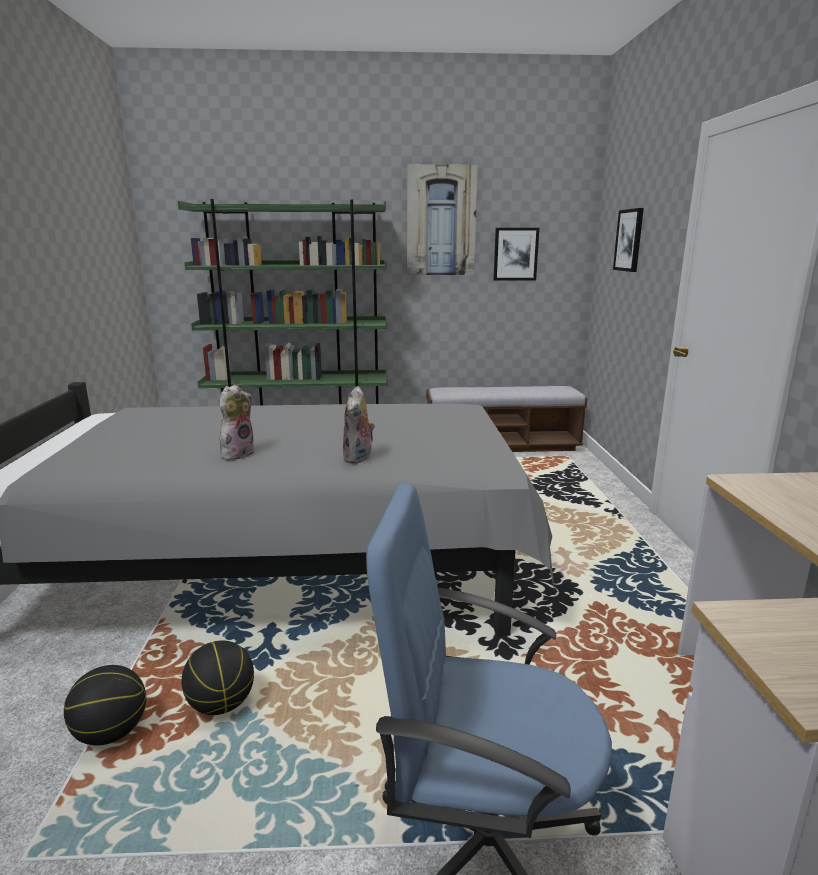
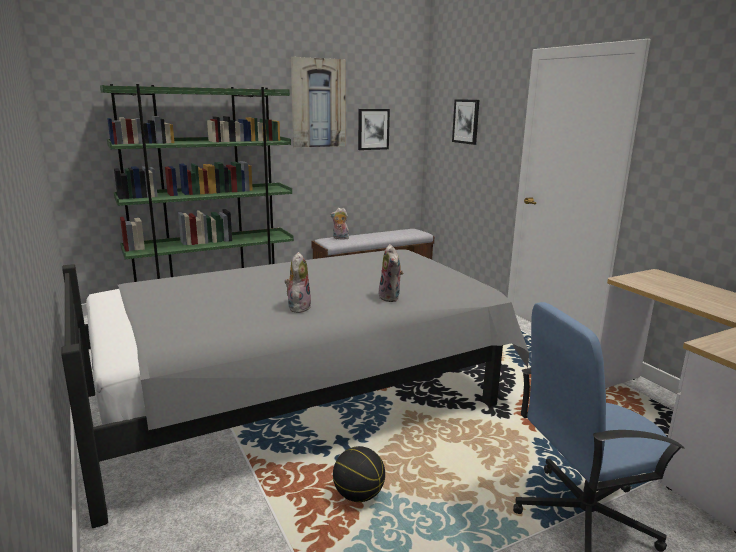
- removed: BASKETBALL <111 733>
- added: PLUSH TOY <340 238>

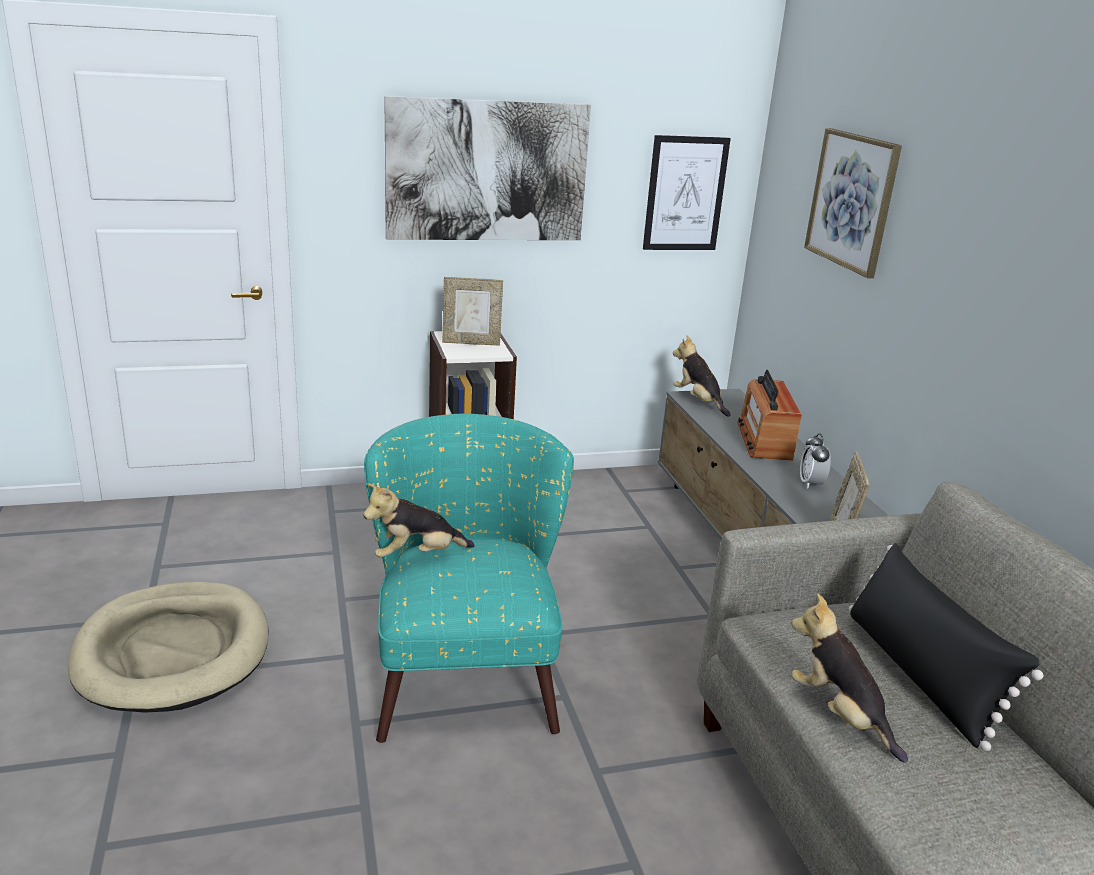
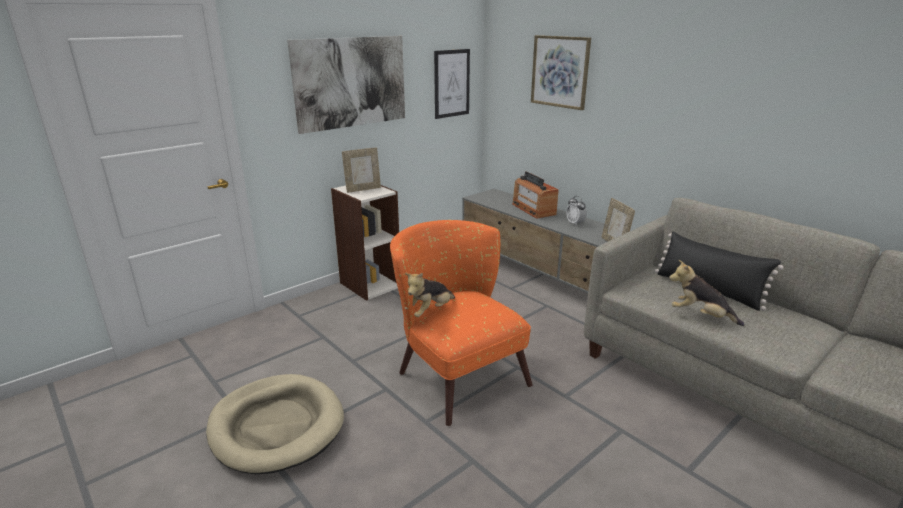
- removed: PLUSH TOY <698 401>
- recoloured: TURQUOISE ARMCHAIR <464 669> to ORANGE ARMCHAIR <456 372>

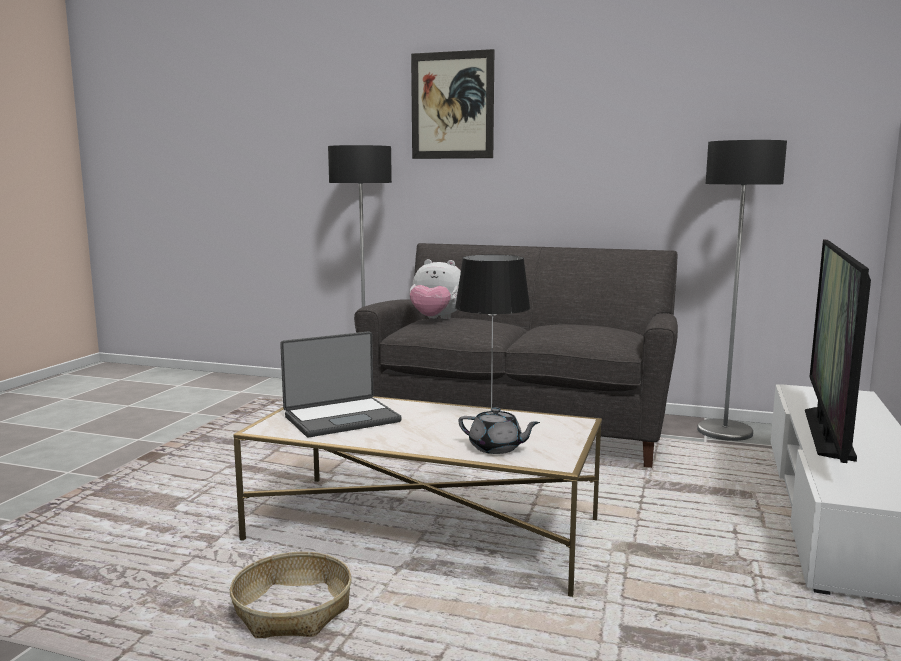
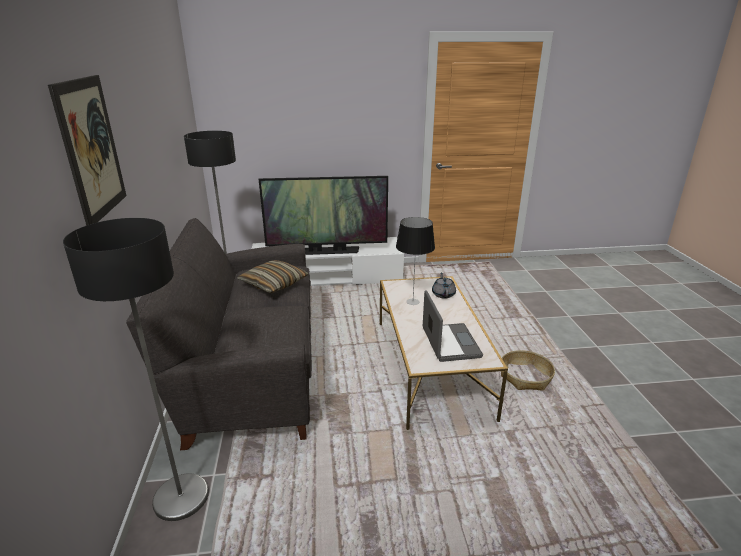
- removed: PLUSH TOY <436 319>
- added: PILLOW <274 283>
- turned: LAPTOP <341 418> = <449 343> 45 degrees clockwise

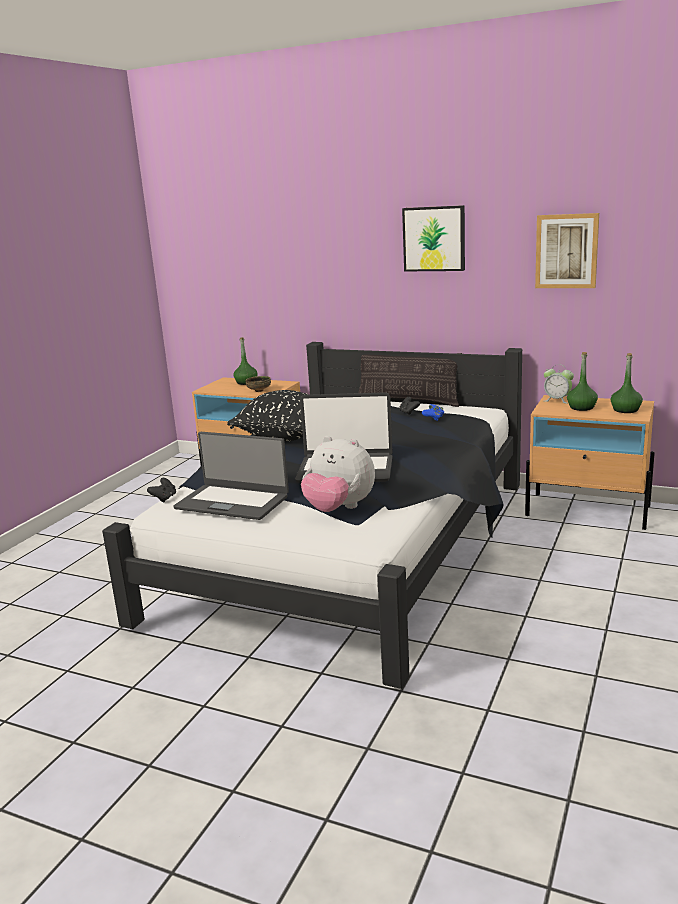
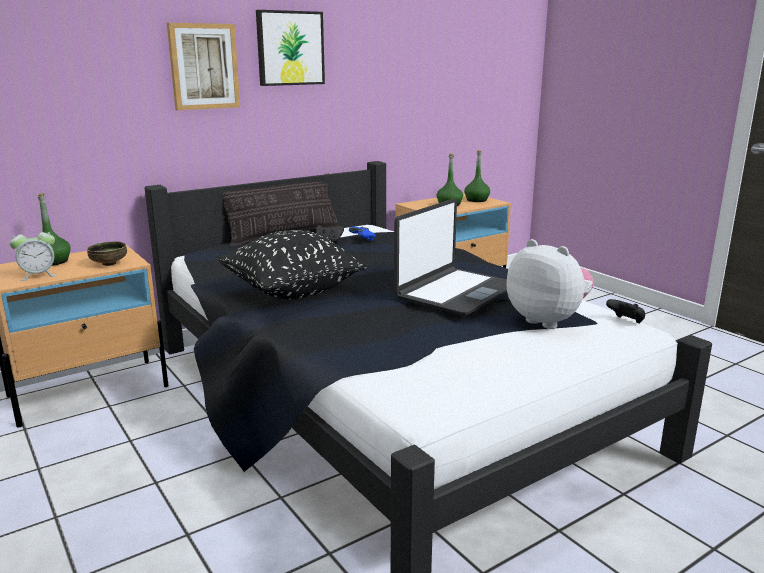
- removed: LAPTOP <233 502>
- moved: BLACK GAME CONTROLLER <164 498> to <626 321>
- moved: PICTURE <566 251> to <204 66>
- moved: ALARM CLOCK <557 400> to <38 275>
- turned: PLUSH TOY <339 509> = <547 320> 105 degrees counterclockwise

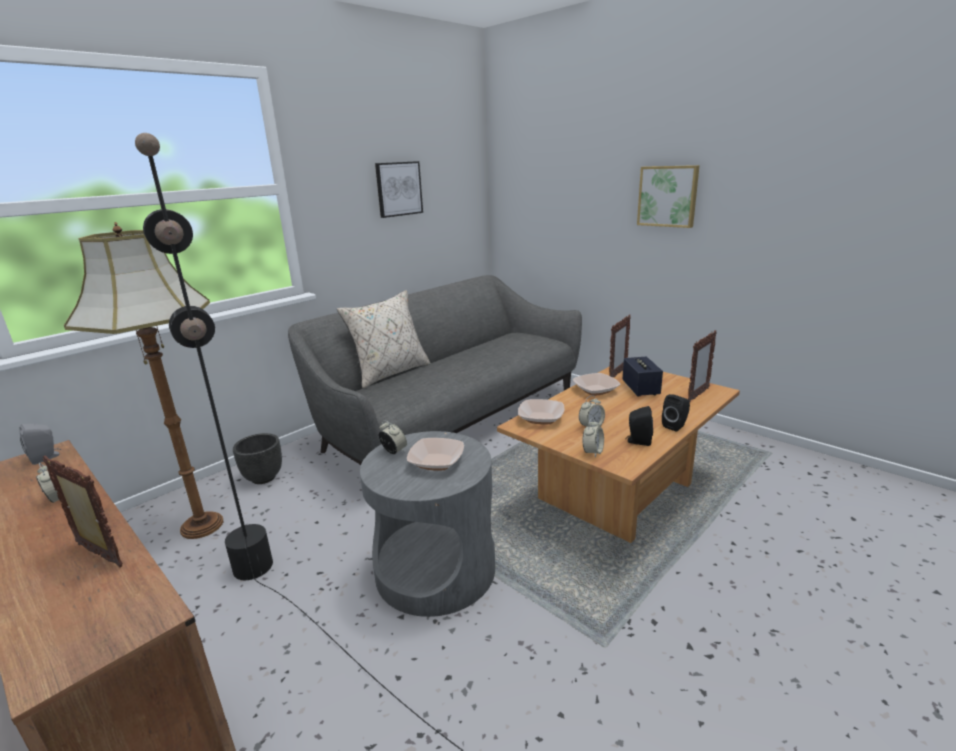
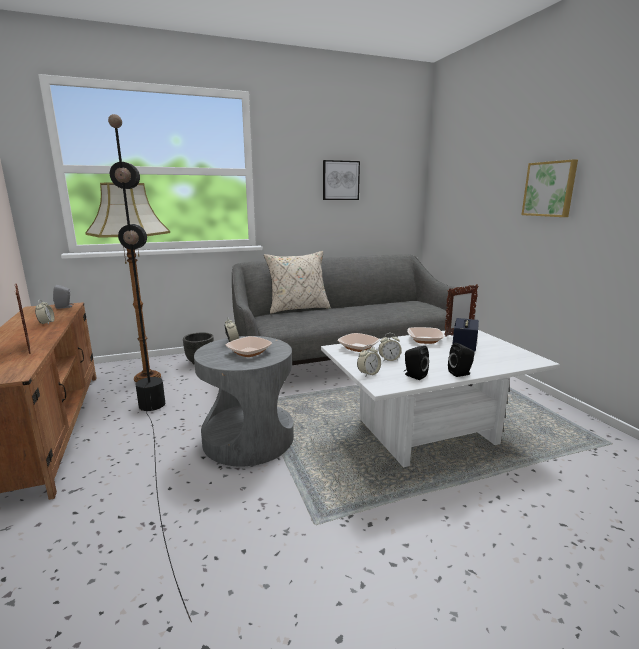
- removed: PICTURE FRAME <697 395>
- recoloured: BROWN COFFEE TABLE <618 494> to WHITE COFFEE TABLE <426 433>

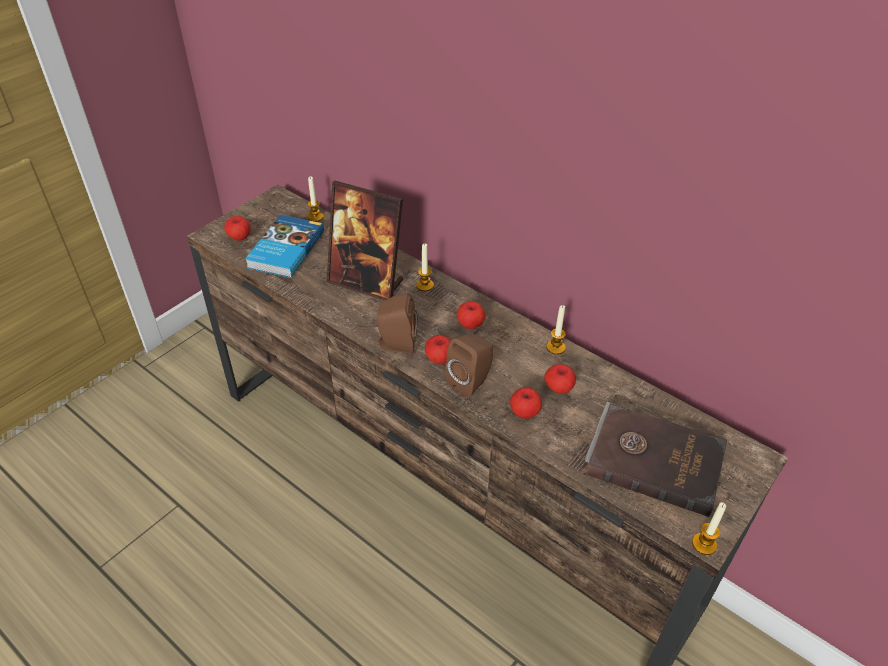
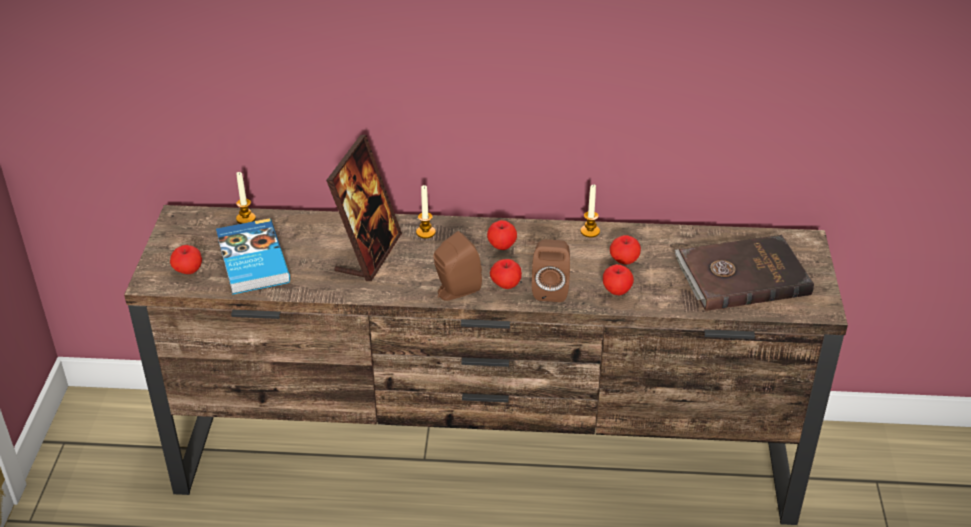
- removed: CANDLE <704 544>
- turned: PICTURE FRAME <366 282> = <368 254> 60 degrees counterclockwise

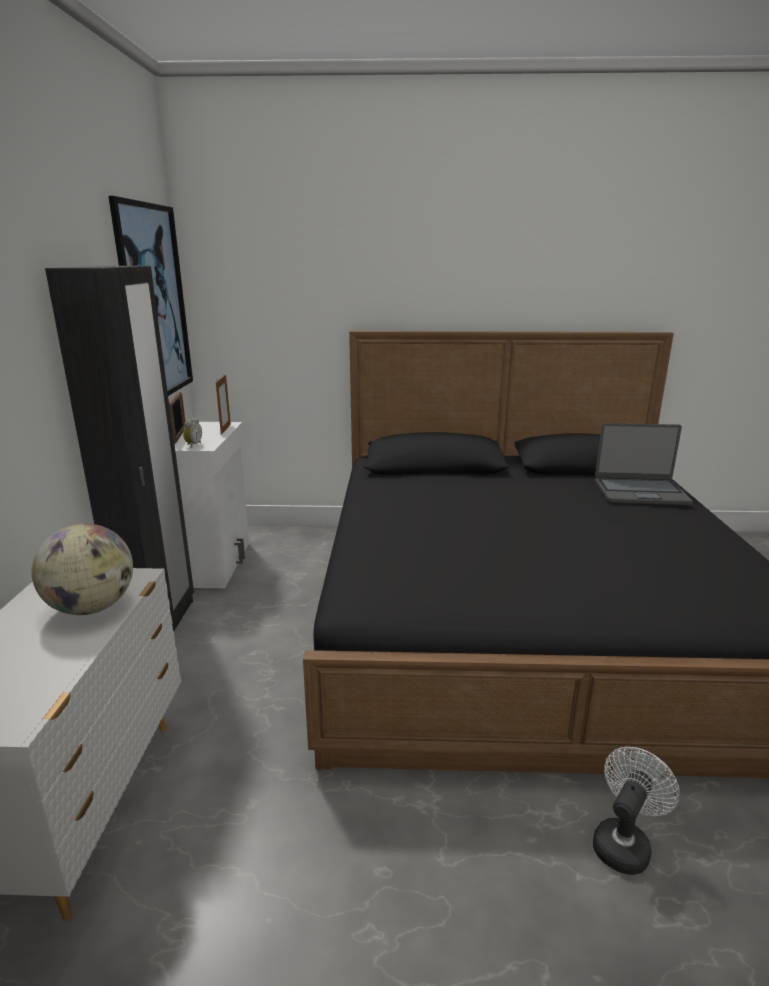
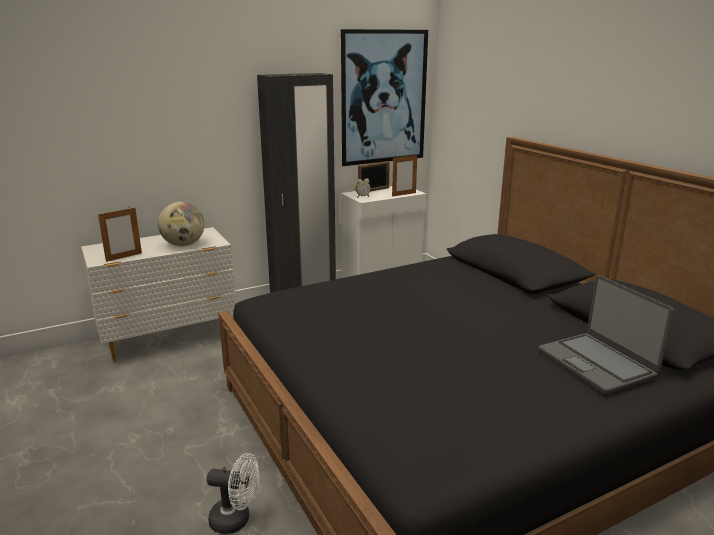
- added: PICTURE FRAME <124 257>

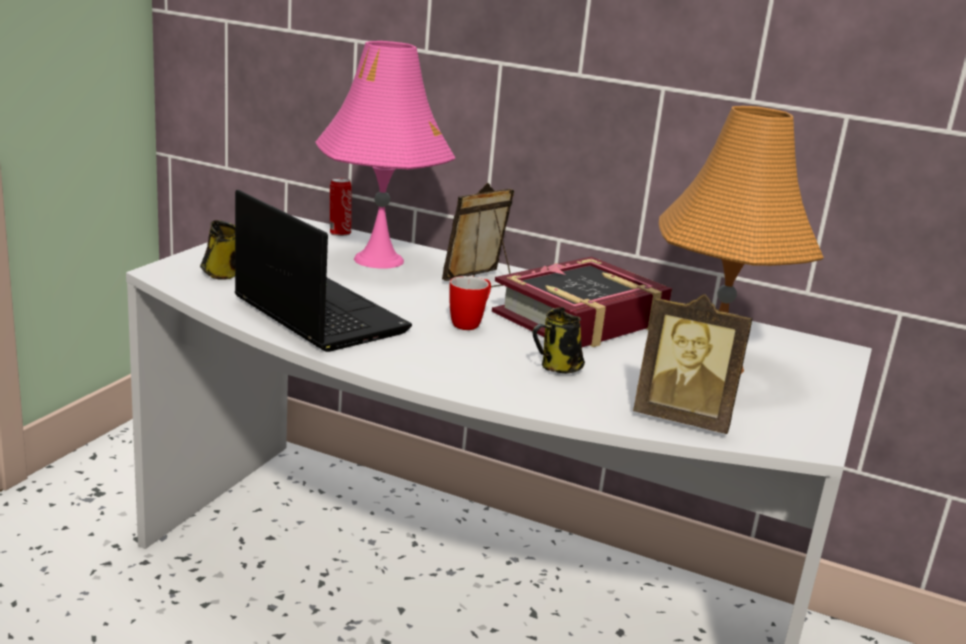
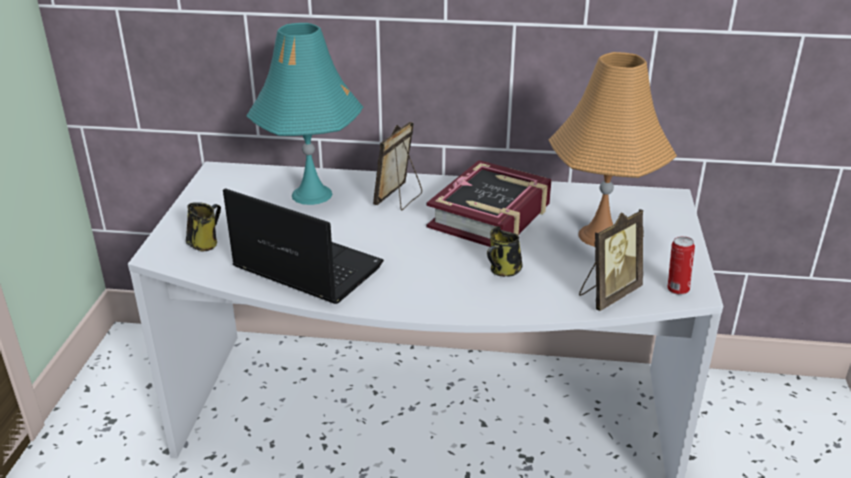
- removed: MUG <470 323>
- moved: CAN <339 233> to <676 289>
- recoloured: PINK TABLE LAMP <379 260> to TURQUOISE TABLE LAMP <312 195>
- turned: PICTURE FRAME <683 418> = <608 294> 45 degrees counterclockwise

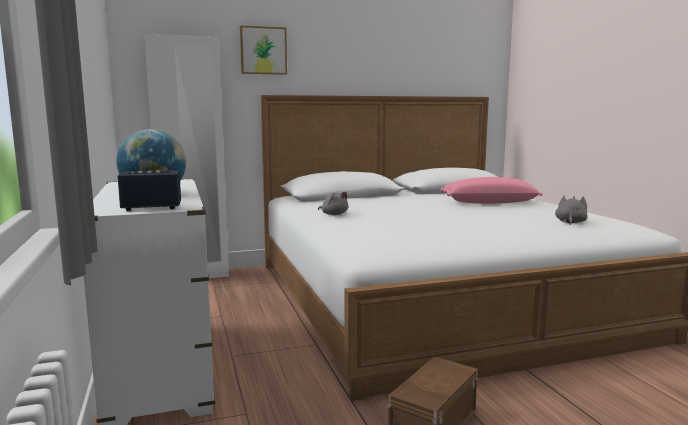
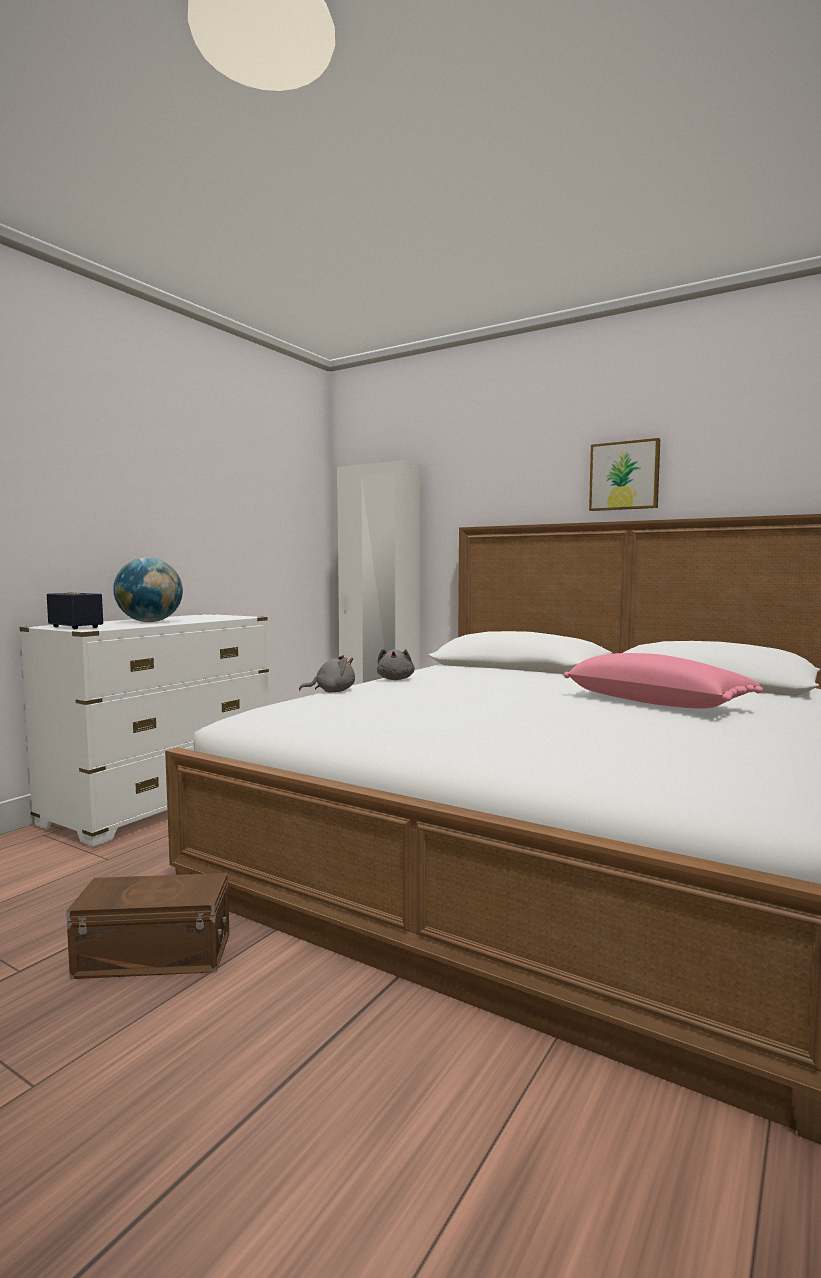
- moved: PICTURE <263 50> to <624 476>
- moved: GREY PLUSH TOY <570 222> to <332 692>

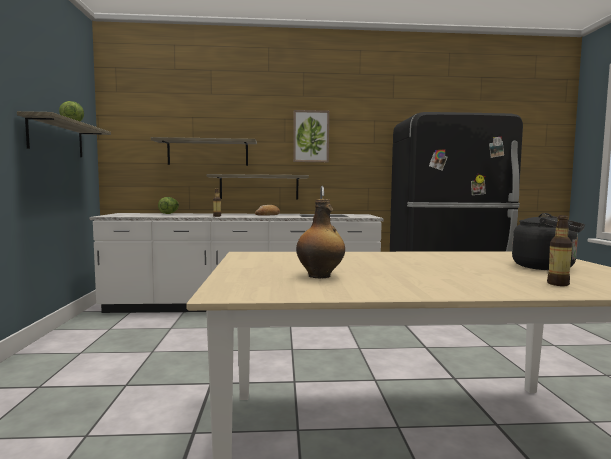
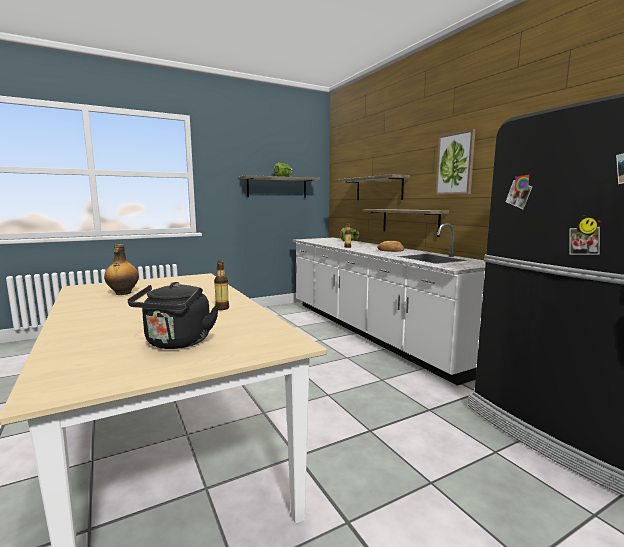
- moved: BOTTLE <558 284> to <222 308>

